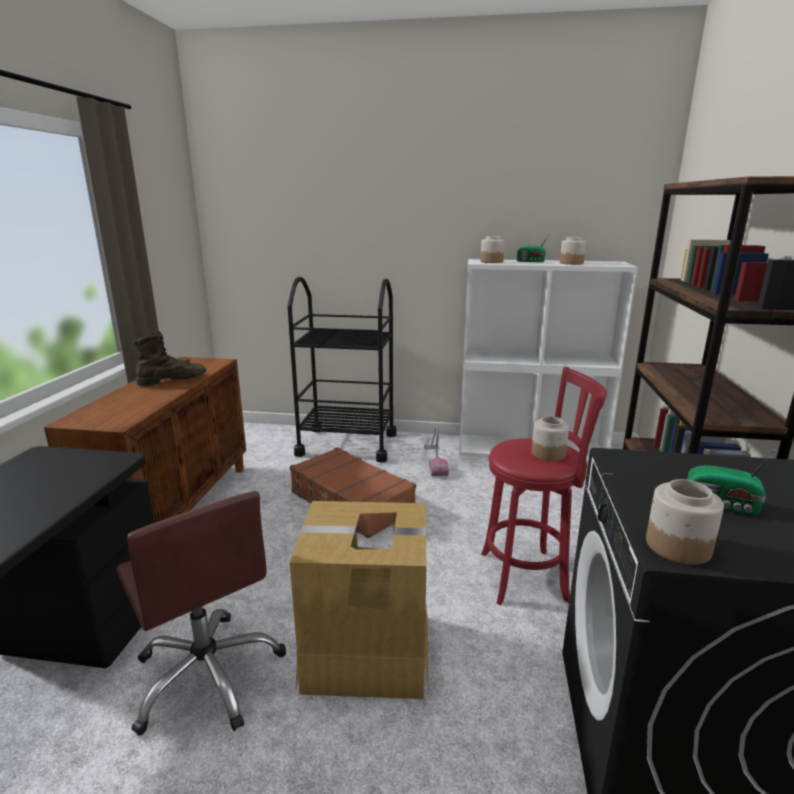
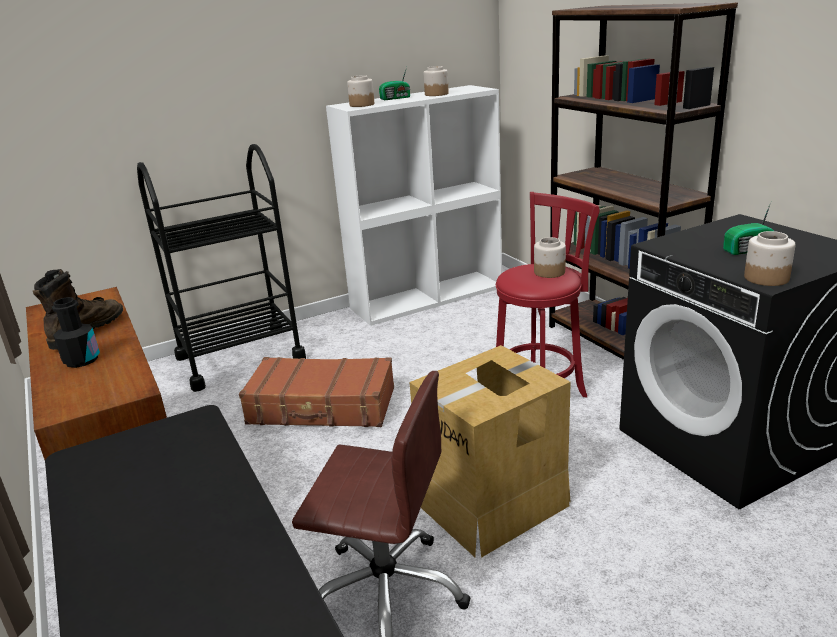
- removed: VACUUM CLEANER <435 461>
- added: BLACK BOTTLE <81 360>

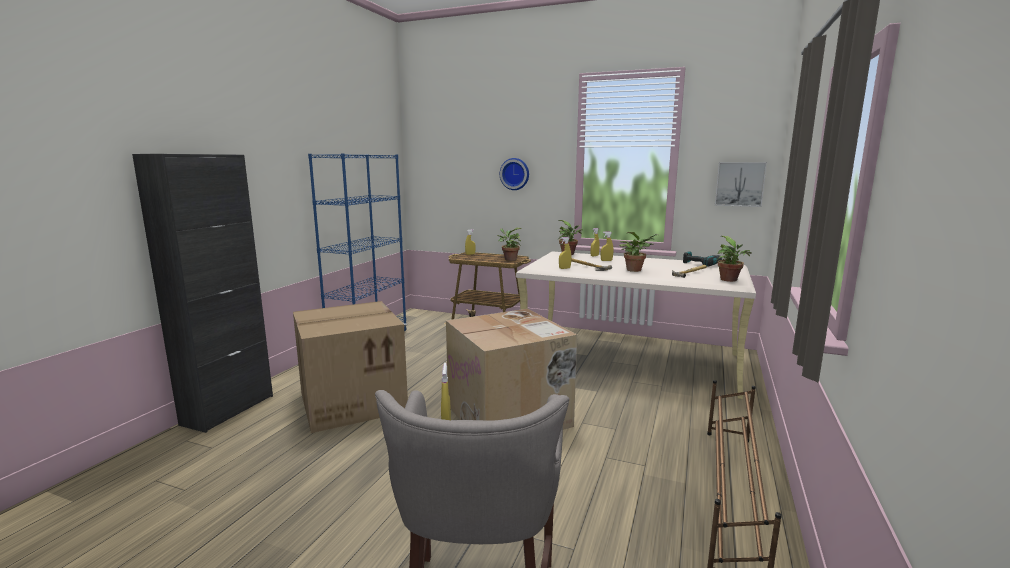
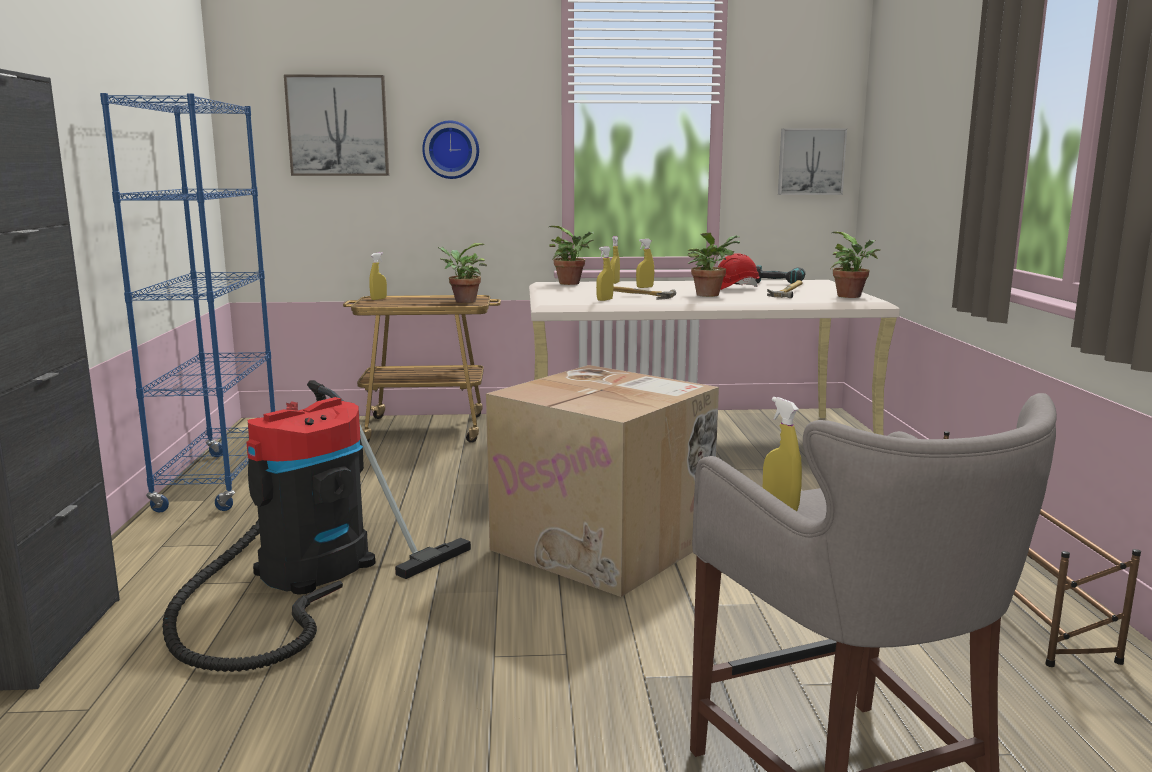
- added: PICTURE <338 126>
- added: RED HARD HAT <733 288>
- replaced: CARDBOARD BOX <354 401> to VACUUM CLEANER <306 575>

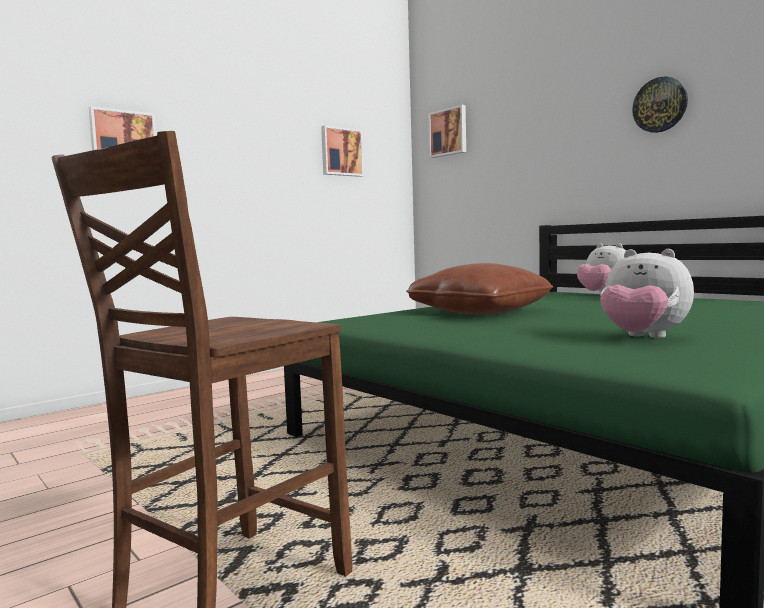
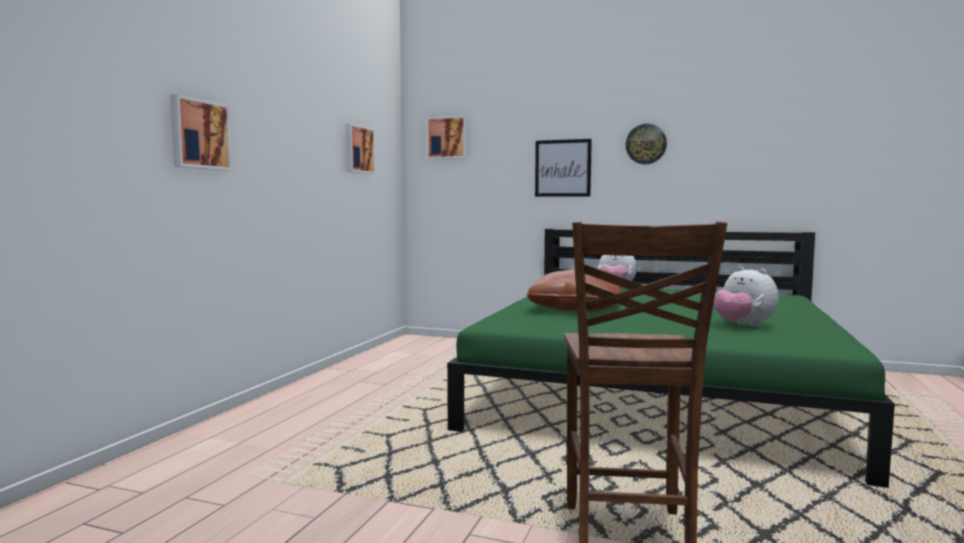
- added: PICTURE <563 168>
- turned: PLUSH TOY <642 338> = <743 326> 45 degrees clockwise

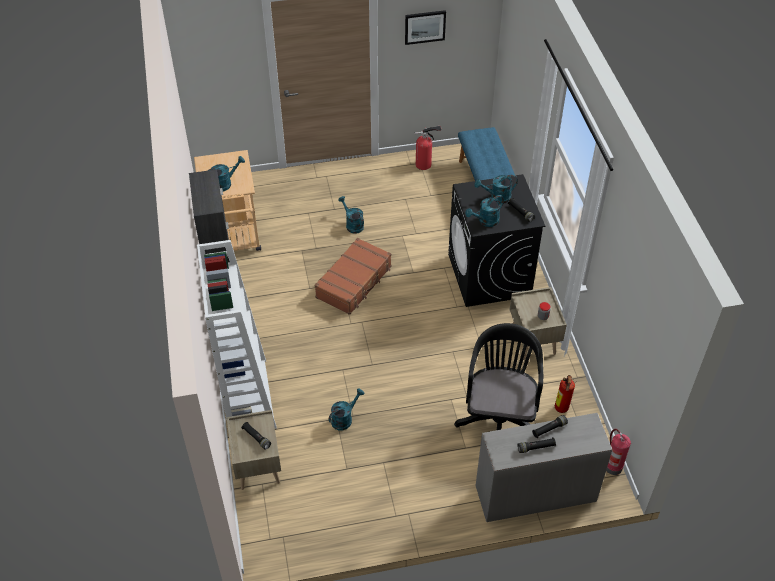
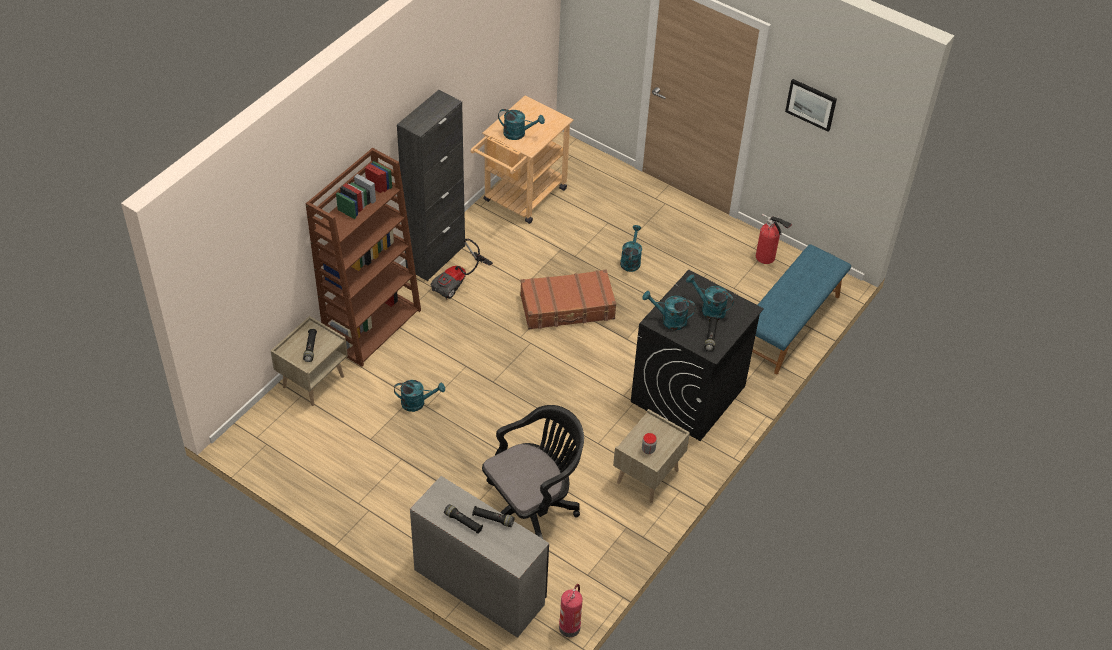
- removed: FIRE EXTINGUISHER <561 409>
- added: VACUUM CLEANER <459 282>
- recoloured: WHITE BOOKCASE <247 396> to BROWN BOOKCASE <373 325>

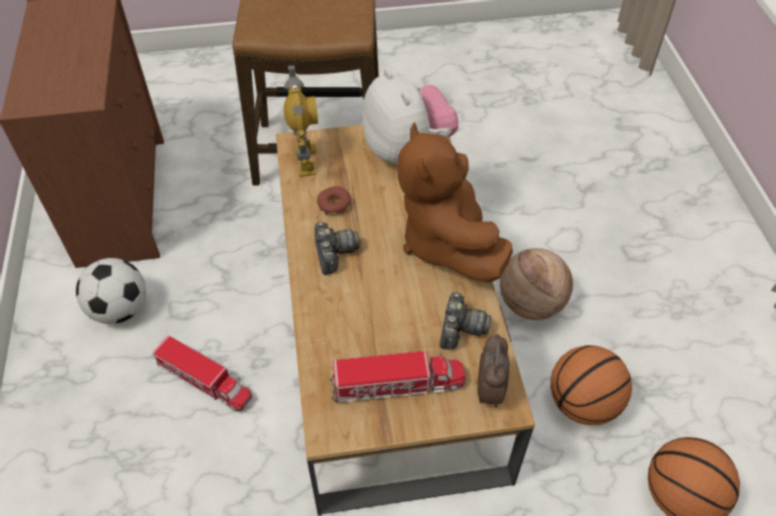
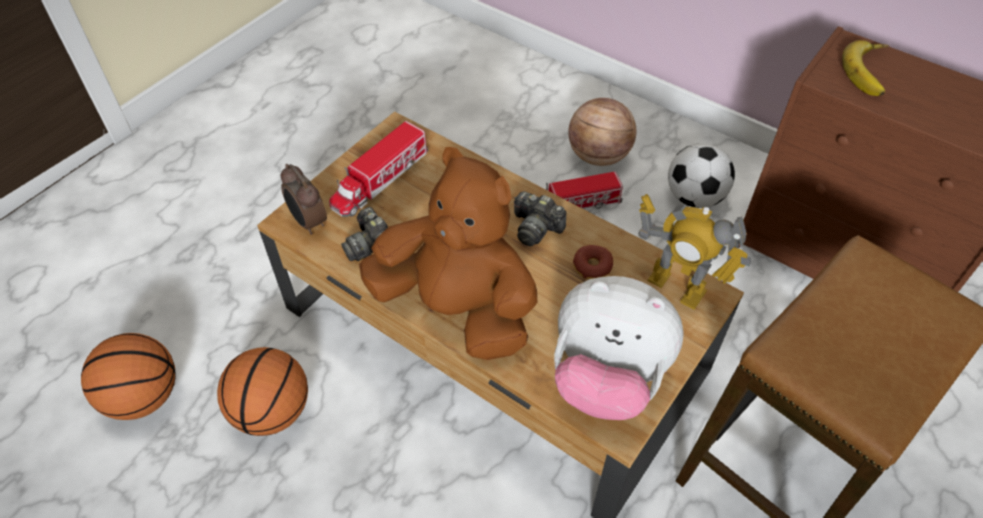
- added: BANANA <871 73>
- moved: BASKETBALL <530 304> to <598 156>

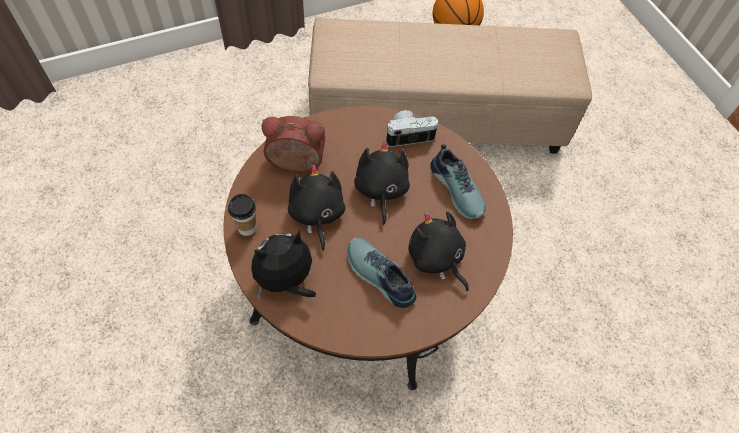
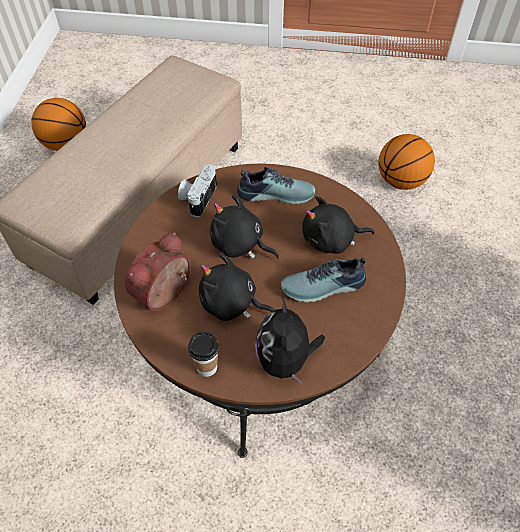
- added: BASKETBALL <401 181>

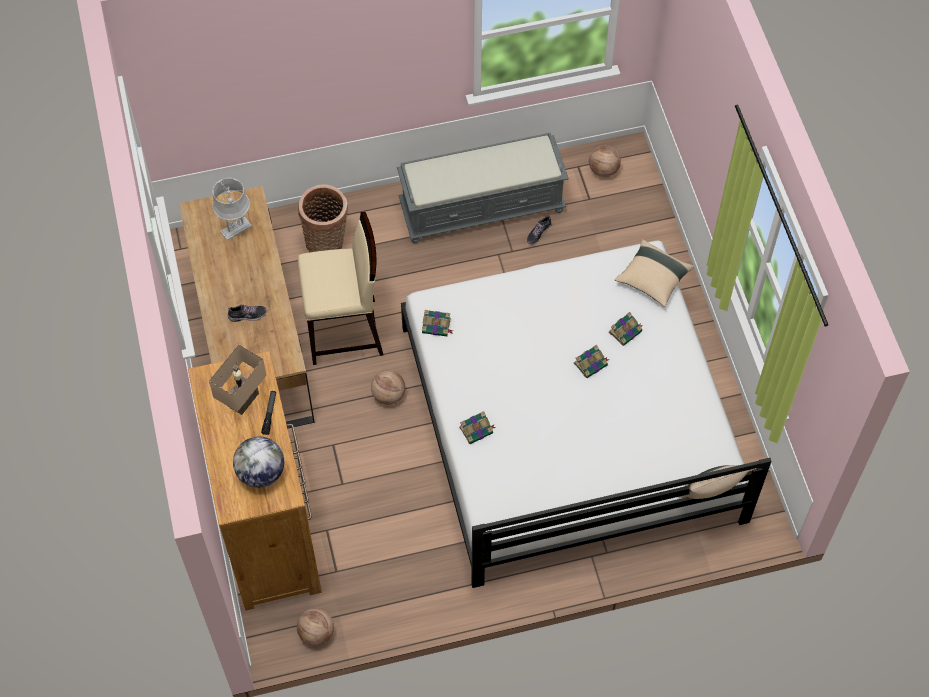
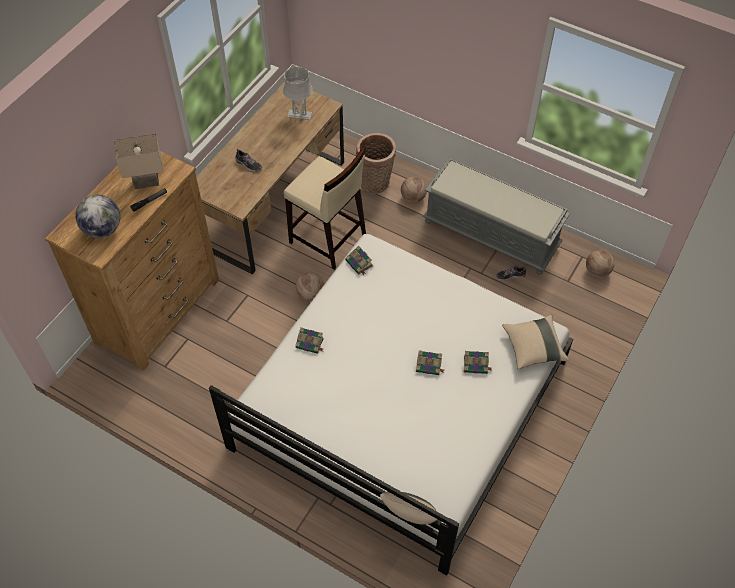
- moved: BASKETBALL <316 633> to <413 198>

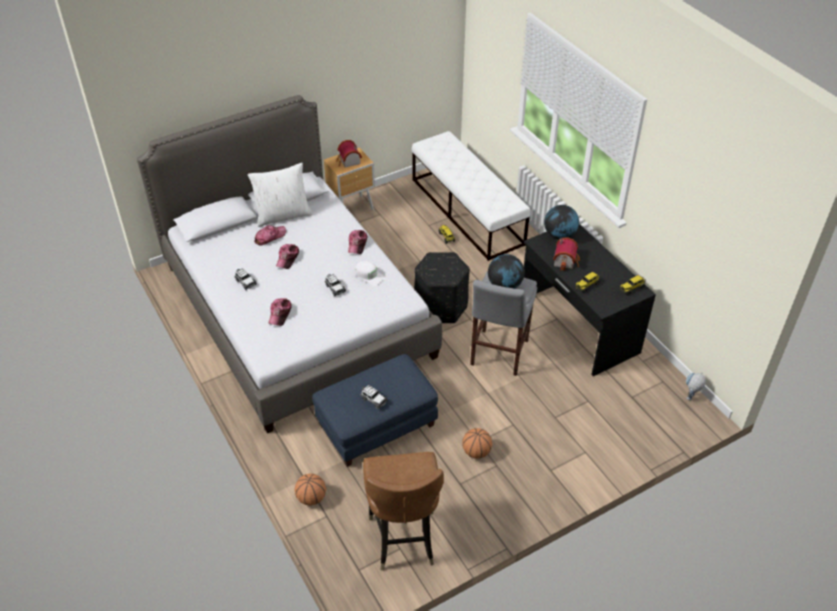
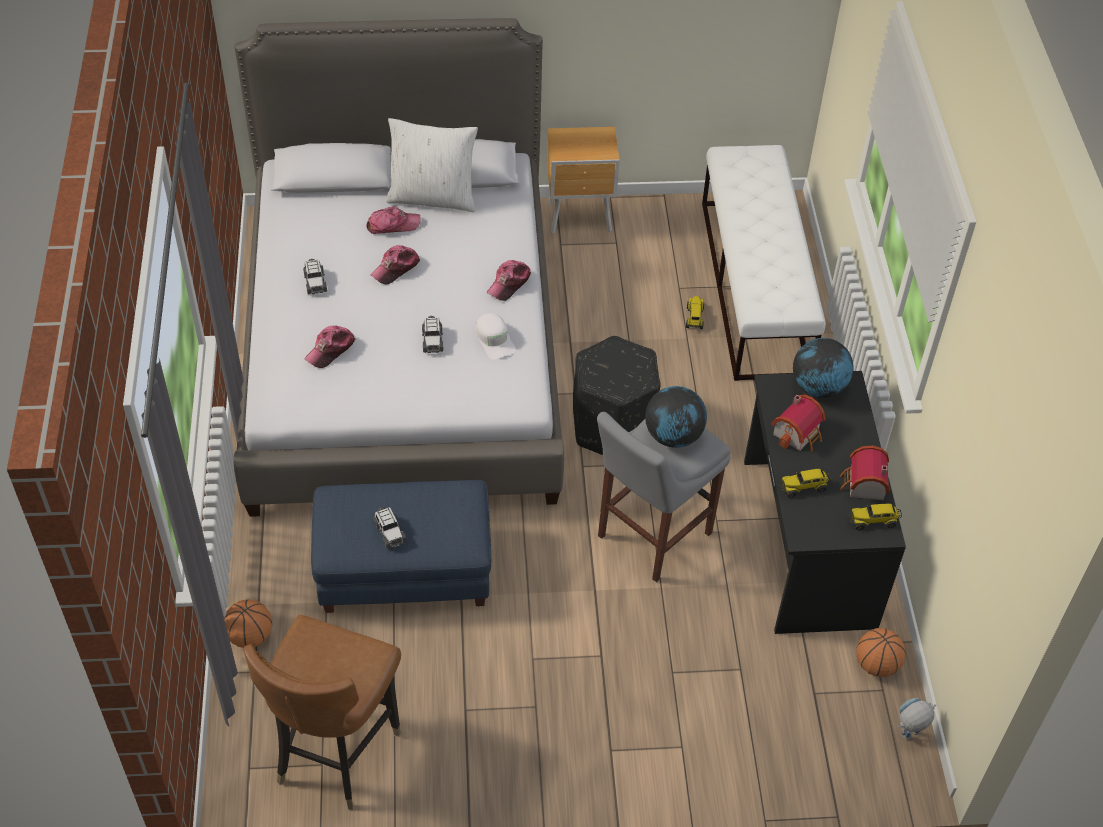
- moved: TOY HOUSE <348 161> to <863 486>
- moved: BASKETBALL <476 452> to <876 664>

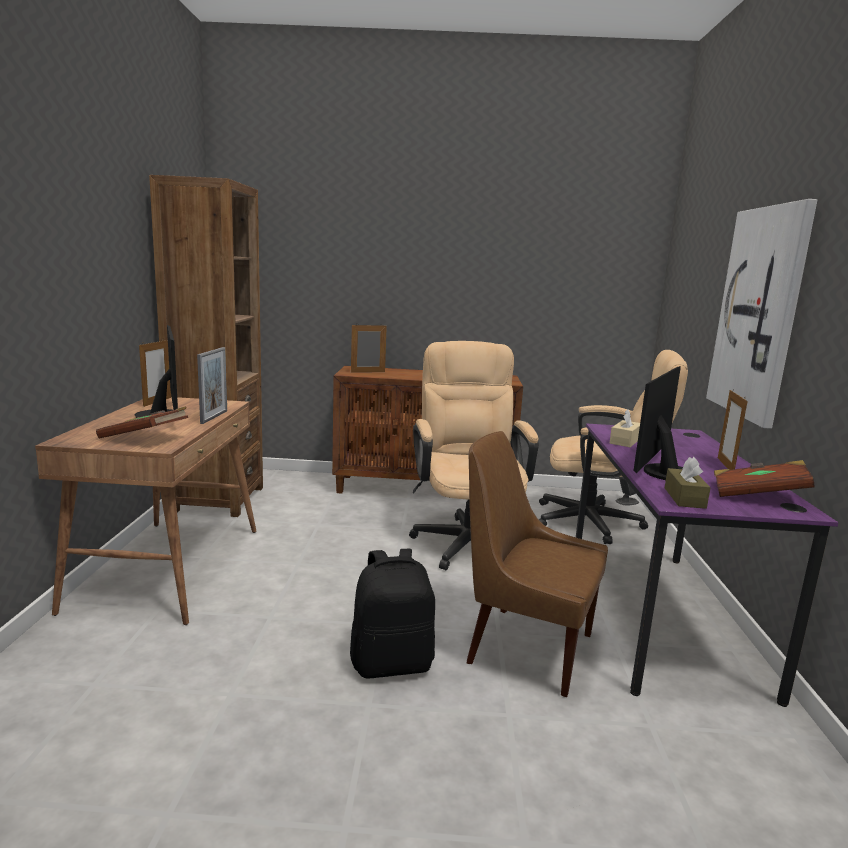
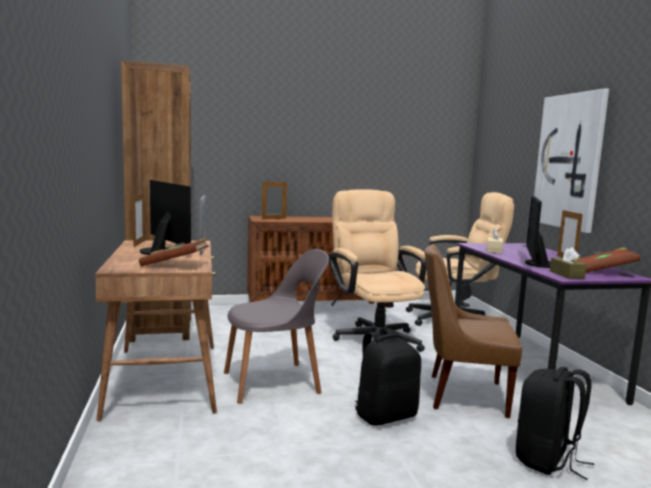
- added: GREY CHAIR <274 382>
- added: BLACK BACKPACK <547 460>

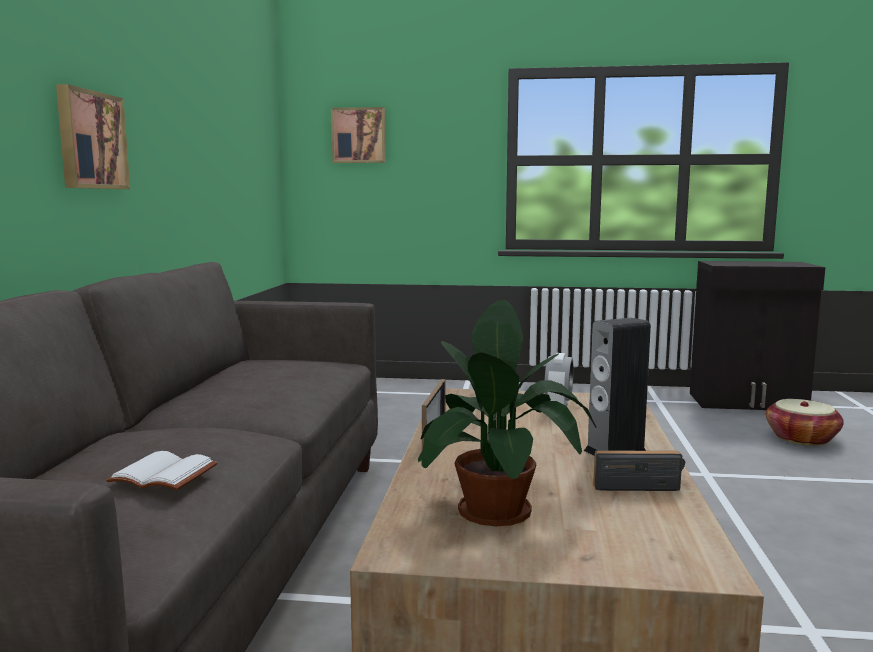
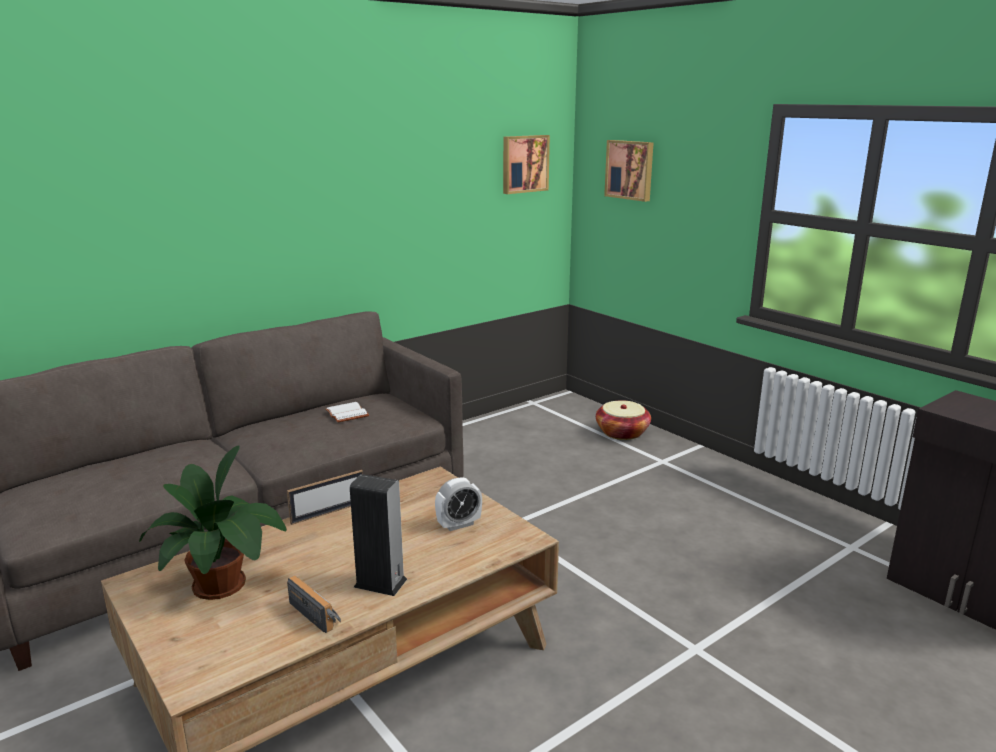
- moved: PICTURE <90 140> to <524 164>
- moved: WHITE BOOK <166 474> to <348 414>
- moved: BASKET <802 438> to <622 433>

